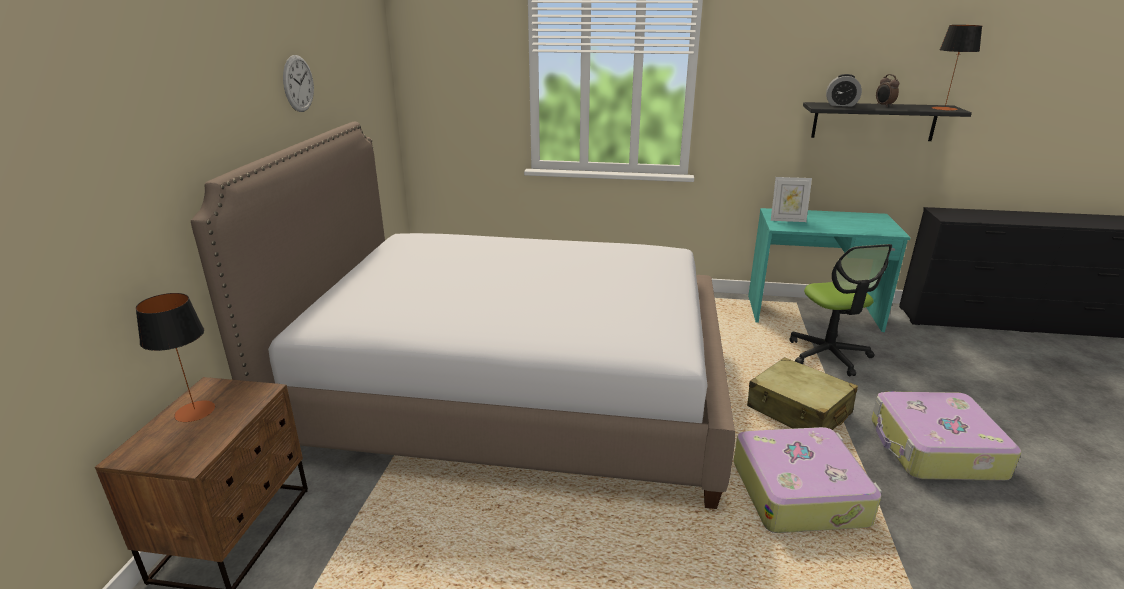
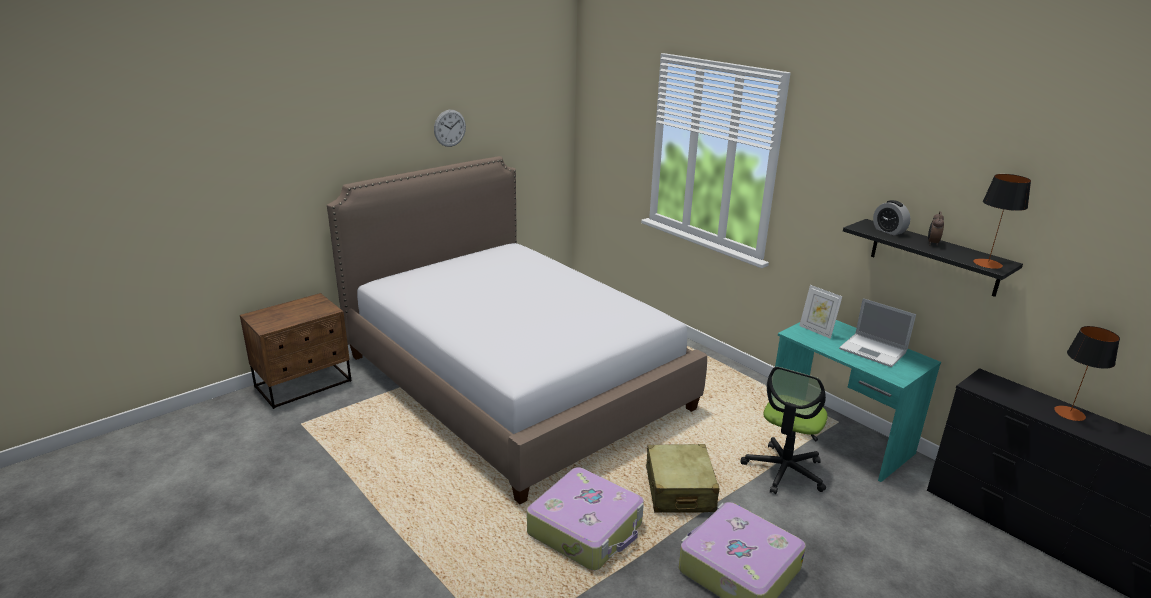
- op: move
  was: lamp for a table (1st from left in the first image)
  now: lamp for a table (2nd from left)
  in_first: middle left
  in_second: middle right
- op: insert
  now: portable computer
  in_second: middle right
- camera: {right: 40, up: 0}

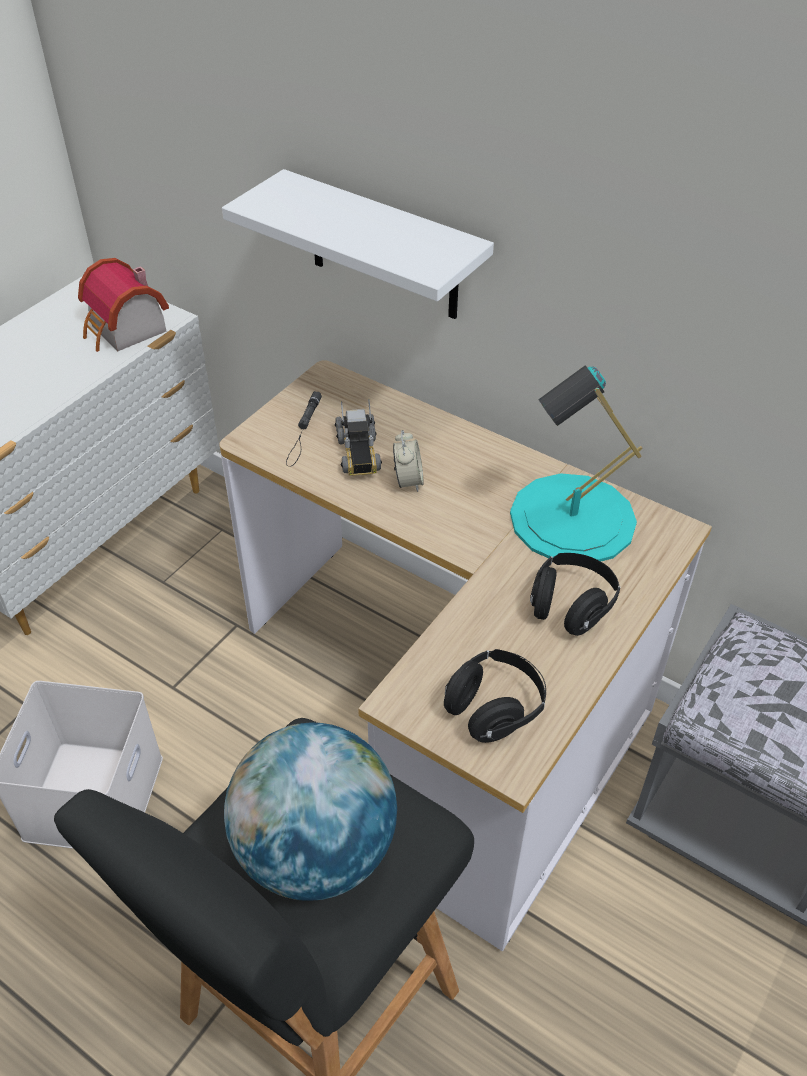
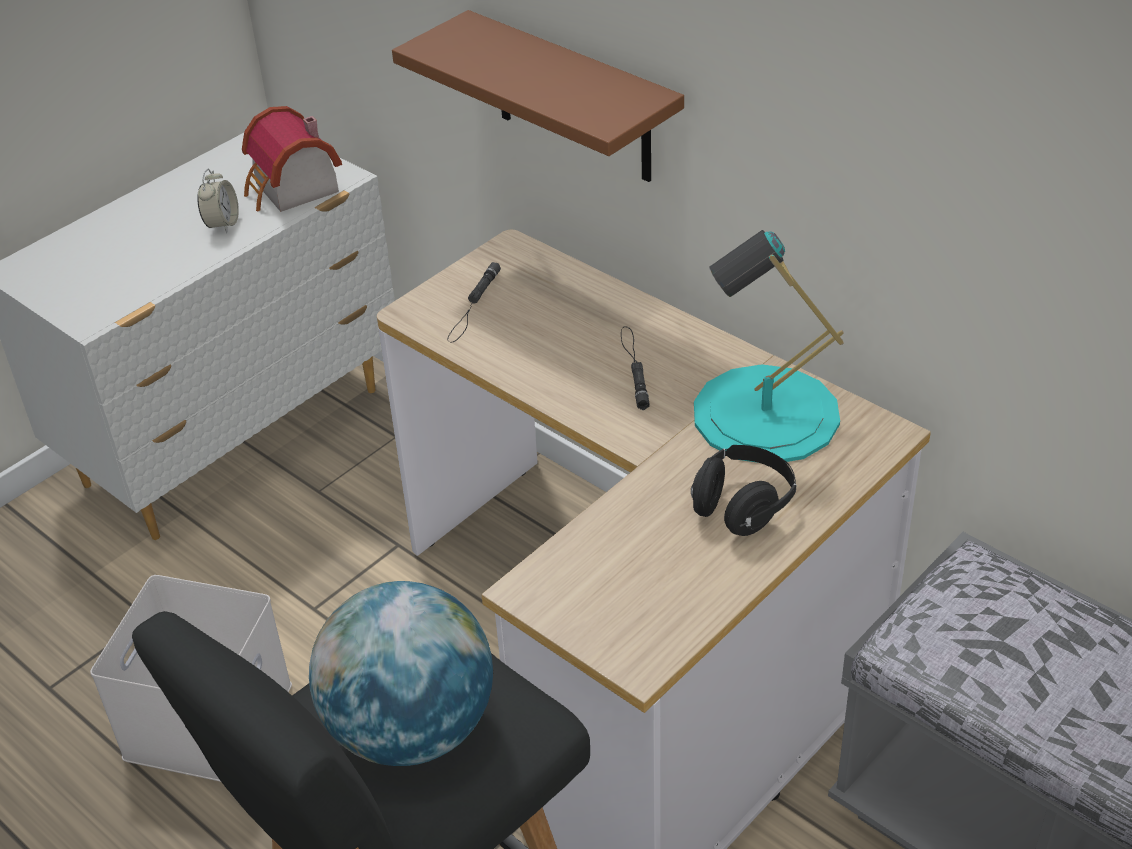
- op: recolor
  was: white bracket shelf
  now: brown bracket shelf
  in_first: top centre
  in_second: top centre
- op: delete
  was: model truck
  in_first: centre
- op: move
  was: bedside clock
  in_first: centre
  in_second: top left
- op: delete
  was: blackish headphones (1st from left)
  in_first: centre
- op: insert
  now: blackish hand torch (2nd from left)
  in_second: centre
- camera: {right: 10, up: -5}

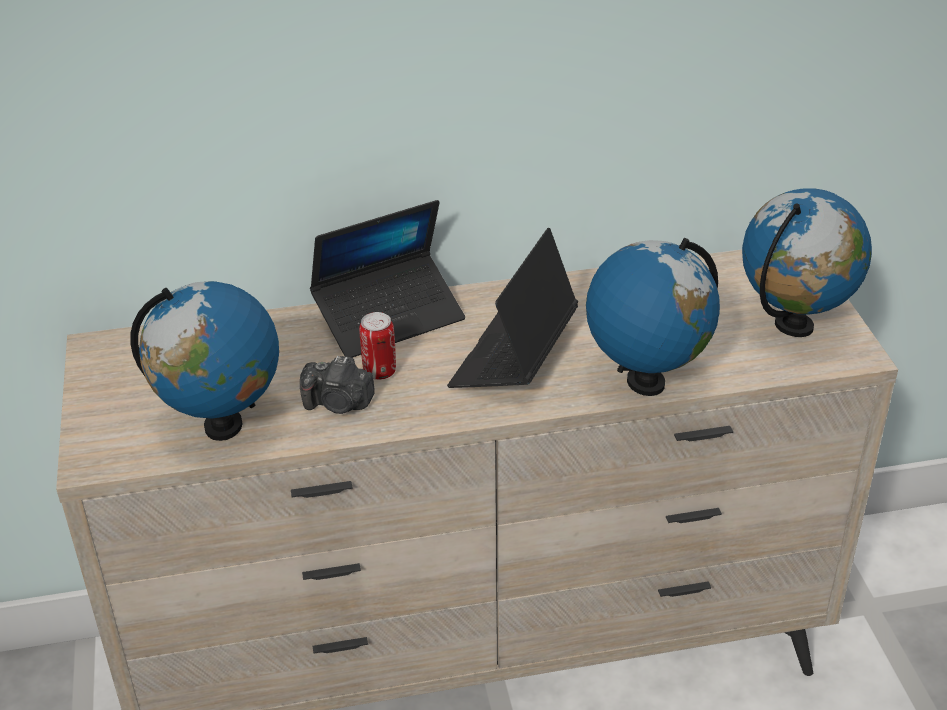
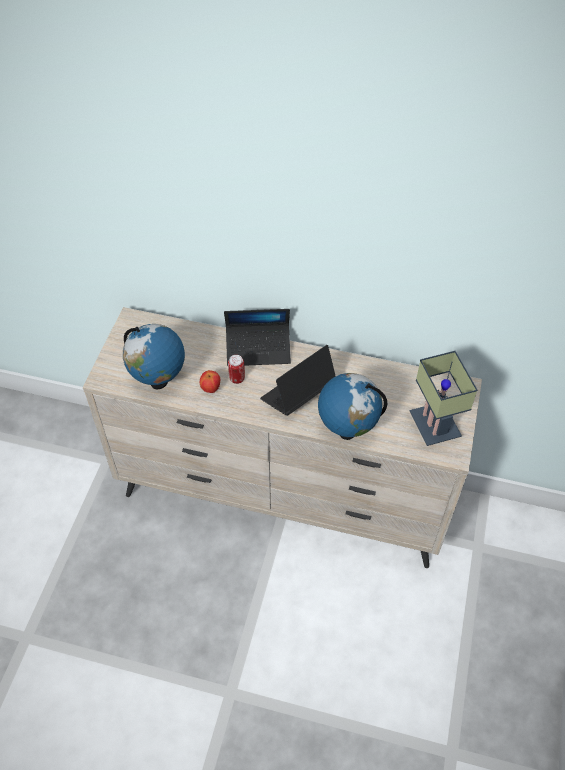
- op: replace
  was: photo camera
  now: apple
  in_first: centre
  in_second: centre
- op: replace
  was: world globe (3rd from left)
  now: lamp for a table
  in_first: middle right
  in_second: middle right
- camera: {right: 25, up: 15}

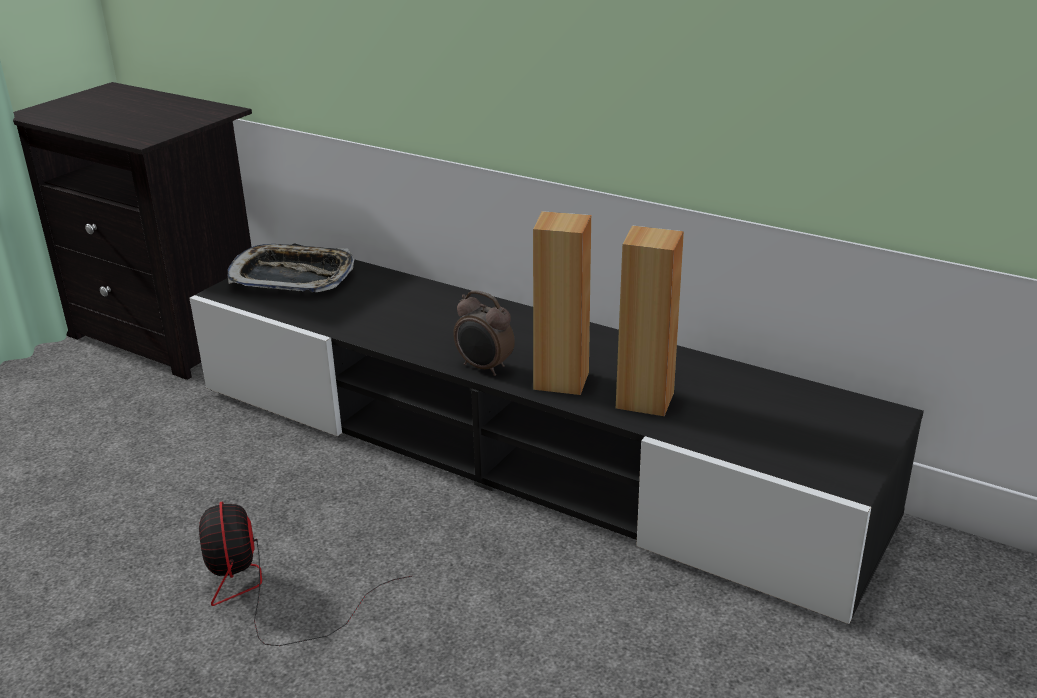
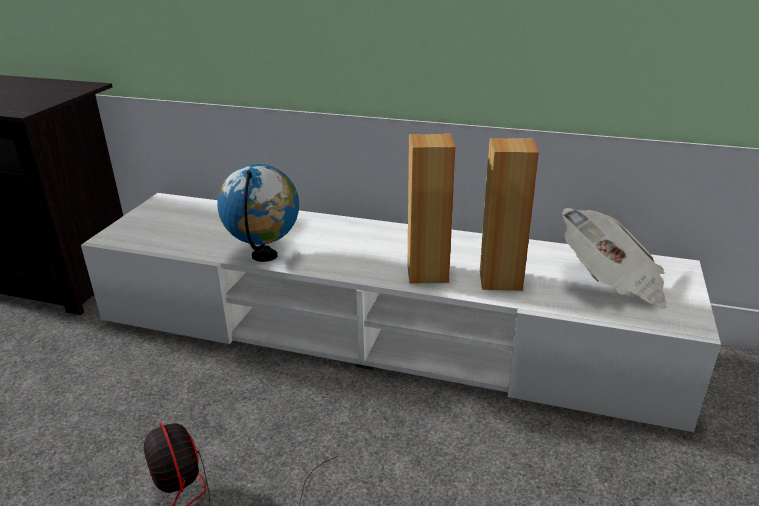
- op: recolor
  was: blackish tv unit
  now: white tv unit
  in_first: centre
  in_second: centre
- op: delete
  was: carrying tray
  in_first: middle left
- op: delete
  was: bedside clock
  in_first: centre
- op: insert
  now: world globe
  in_second: centre
- op: insert
  now: printed paper
  in_second: middle right
- camera: {right: -15, up: 0}

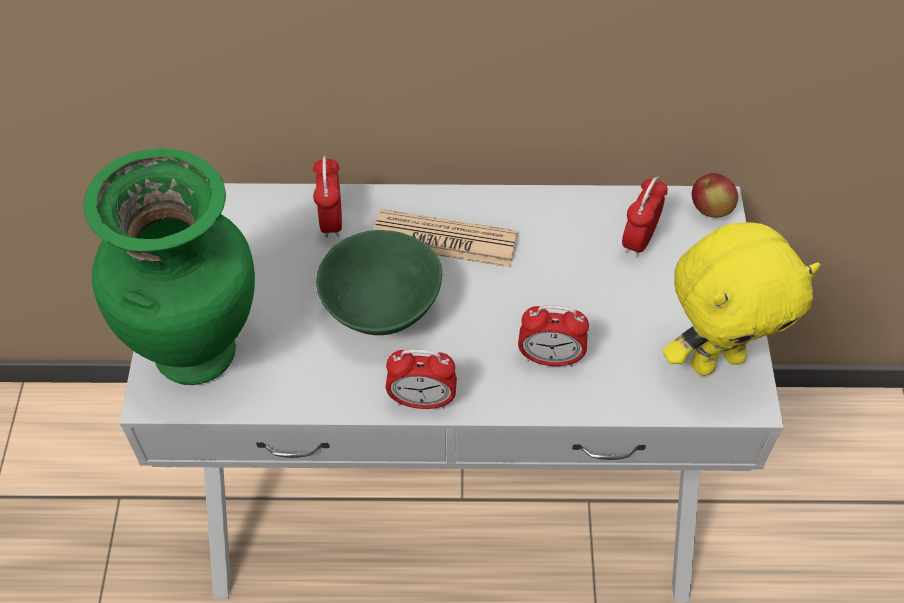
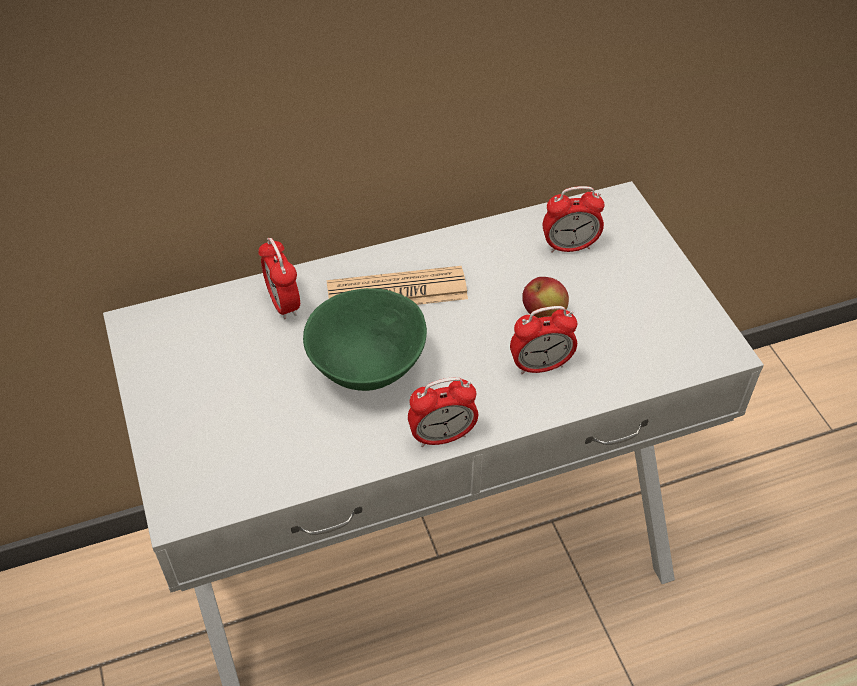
- op: delete
  was: green vase
  in_first: middle left
- op: rotate
  was: bedside clock (4th from left)
  in_first: middle right
  in_second: top right
  clockwise: -105
- op: delete
  was: yellowish plush toy
  in_first: middle right
- op: move
  was: apple
  in_first: top right
  in_second: centre
- camera: {right: -20, up: -5}

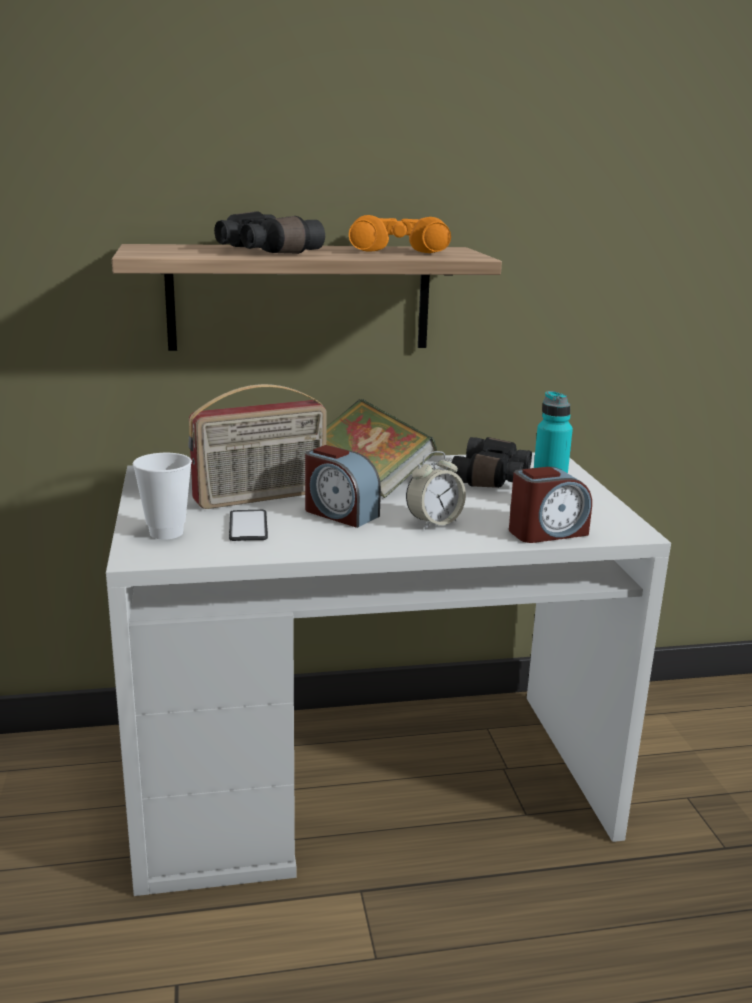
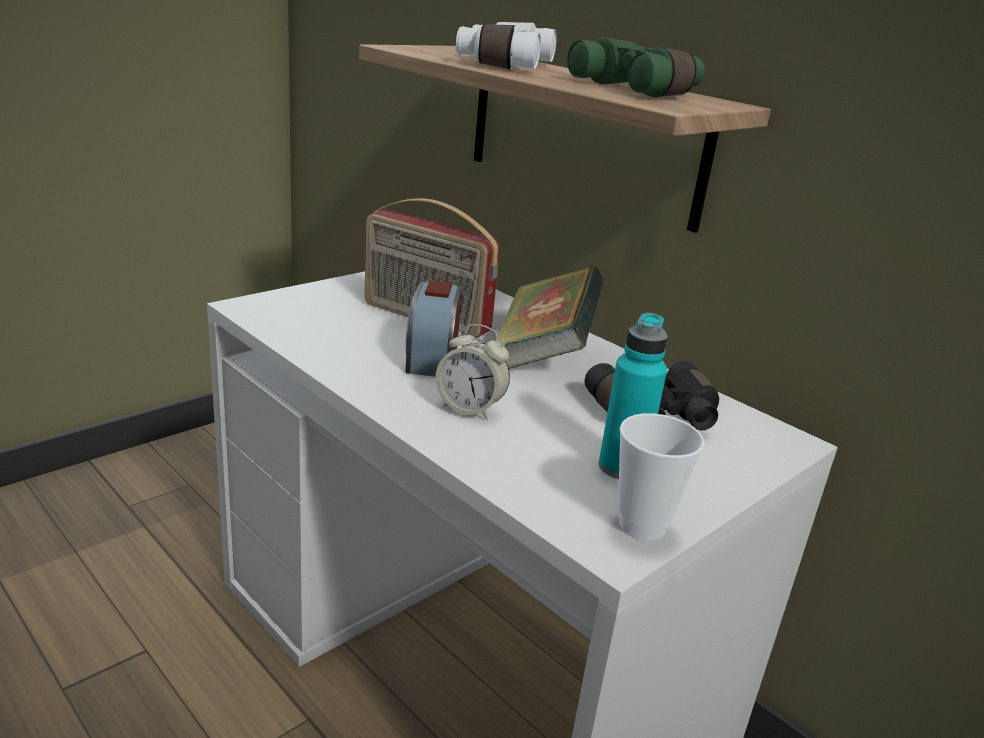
- op: move
  was: small cup
  in_first: middle left
  in_second: middle right
- op: recolor
  was: blackish field glasses (1st from left)
  now: white field glasses
  in_first: top centre
  in_second: top centre
- op: delete
  was: handset
  in_first: middle left
- op: recolor
  was: orangey field glasses
  now: green field glasses
  in_first: top centre
  in_second: top centre
- op: delete
  was: bedside clock (3rd from left)
  in_first: middle right
- camera: {right: 55, up: 5}

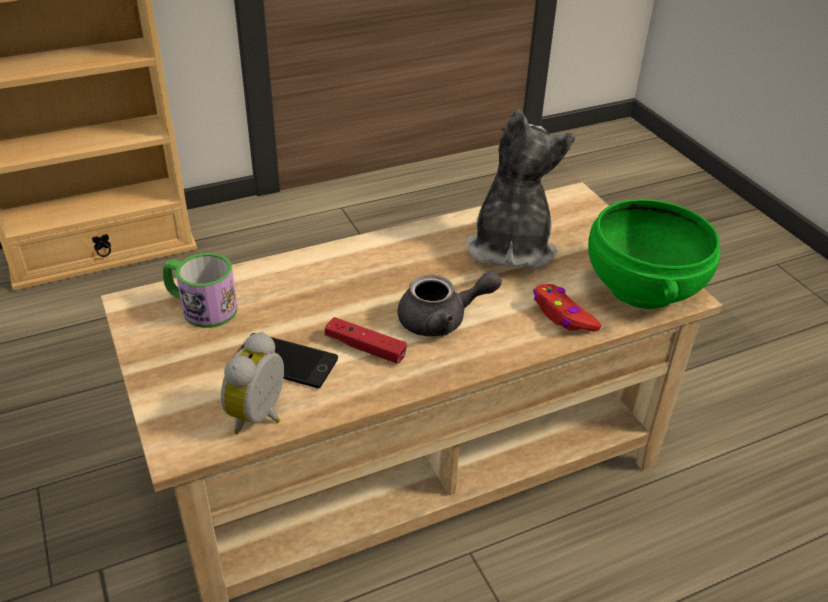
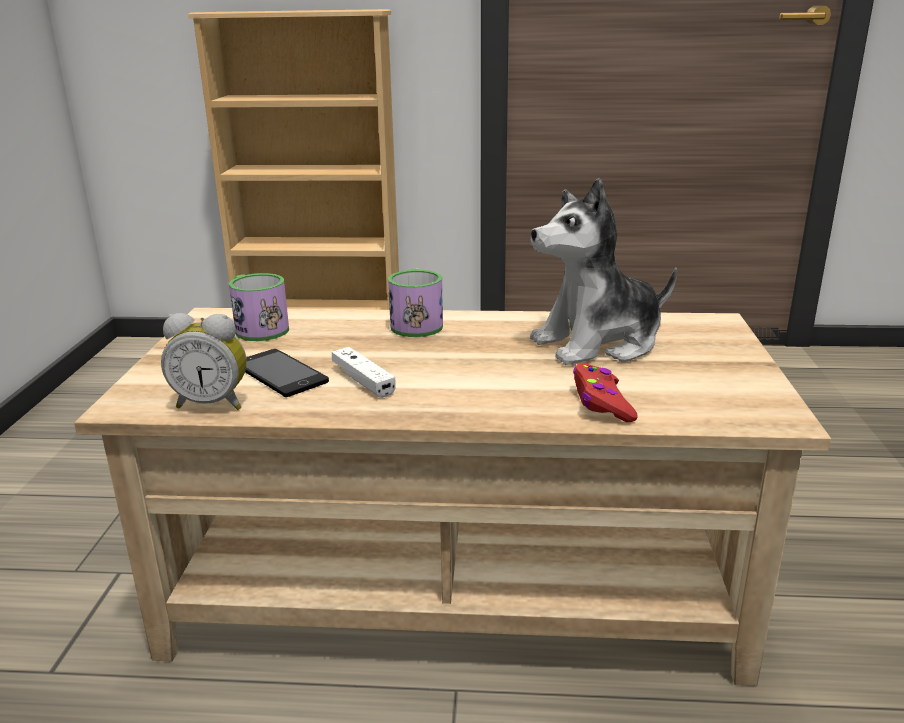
- op: rotate
  was: bedside clock
  in_first: middle left
  in_second: middle left
  clockwise: -135
- op: recolor
  was: reddish joypad (1st from left)
  now: white joypad
  in_first: centre
  in_second: centre
- op: delete
  was: greyish pot for tea
  in_first: centre
- op: rotate
  was: plush toy
  in_first: top centre
  in_second: middle right
  clockwise: -150
- op: delete
  was: green bowl
  in_first: middle right
- op: insert
  now: mug (2nd from left)
  in_second: centre
- camera: {right: 30, up: -15}

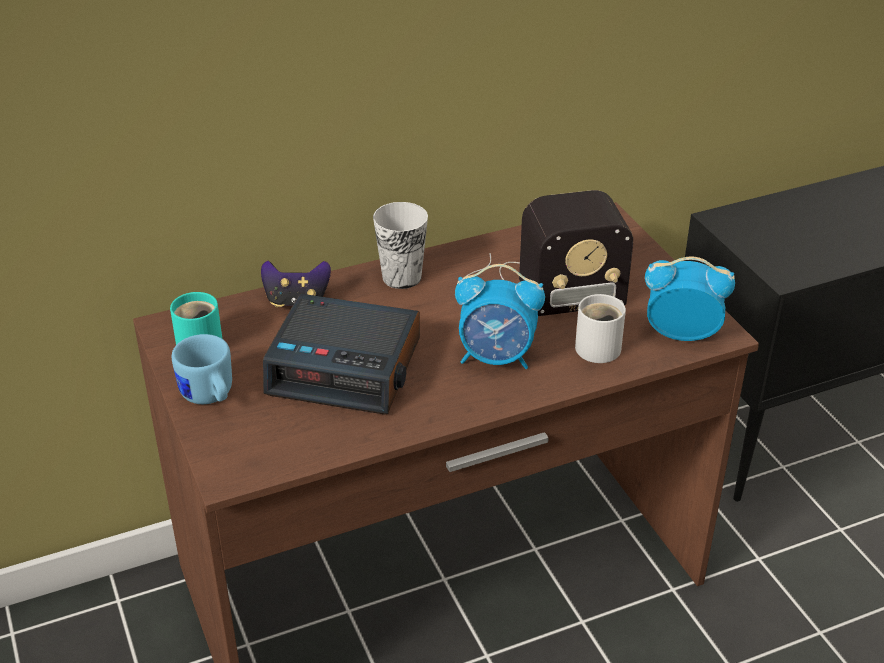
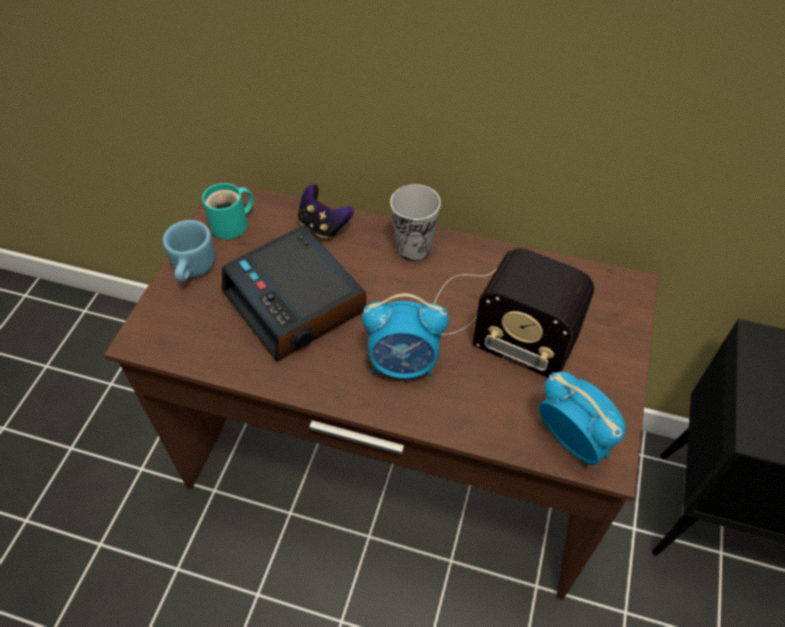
- op: rotate
  was: bedside clock (2nd from left)
  in_first: centre
  in_second: centre
  clockwise: -45
- op: delete
  was: white mug
  in_first: middle right
- camera: {right: 40, up: 15}

